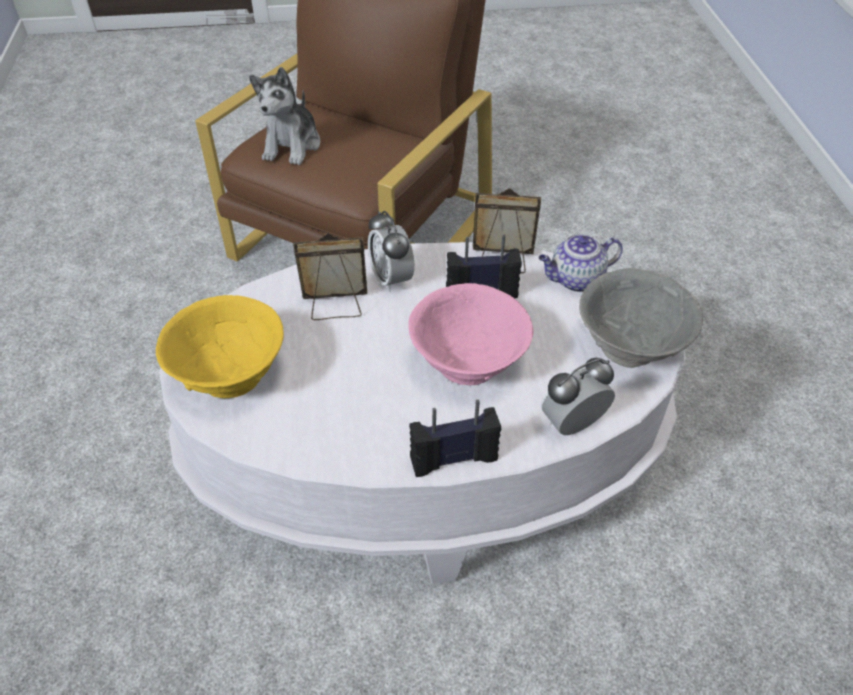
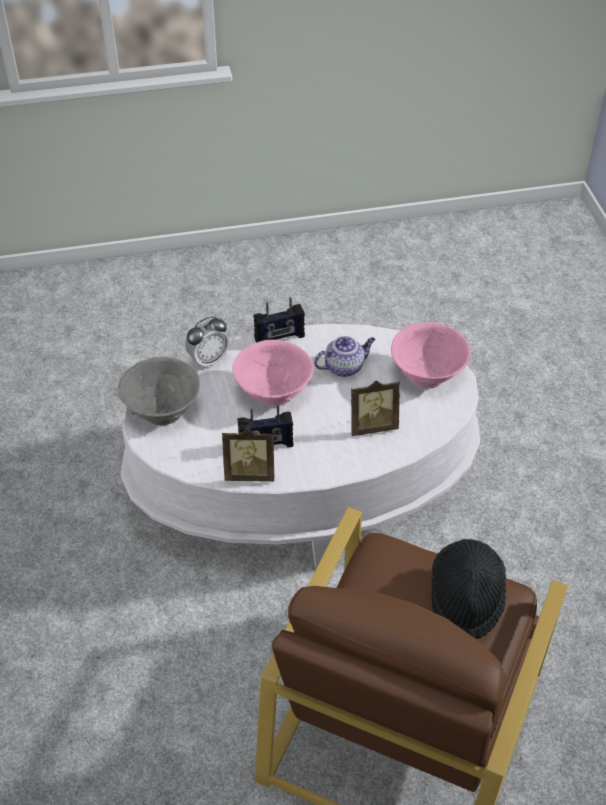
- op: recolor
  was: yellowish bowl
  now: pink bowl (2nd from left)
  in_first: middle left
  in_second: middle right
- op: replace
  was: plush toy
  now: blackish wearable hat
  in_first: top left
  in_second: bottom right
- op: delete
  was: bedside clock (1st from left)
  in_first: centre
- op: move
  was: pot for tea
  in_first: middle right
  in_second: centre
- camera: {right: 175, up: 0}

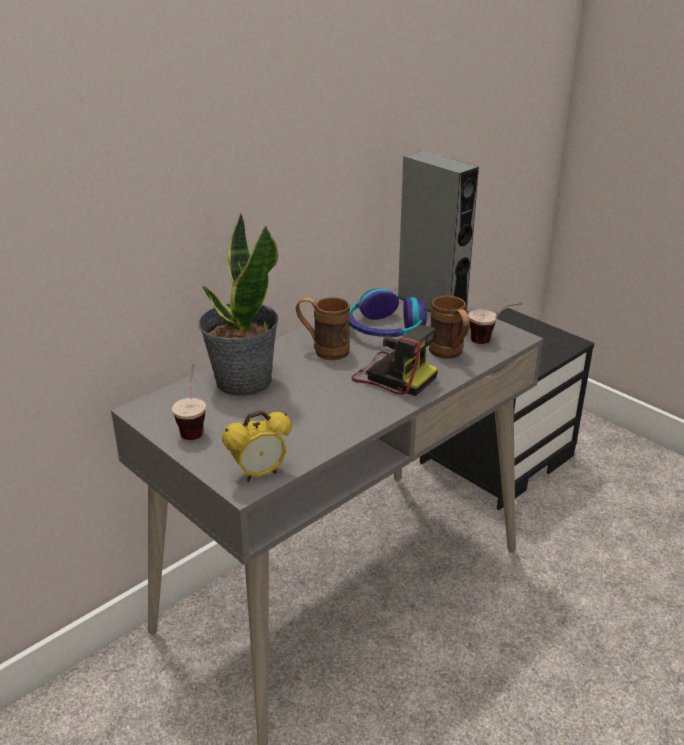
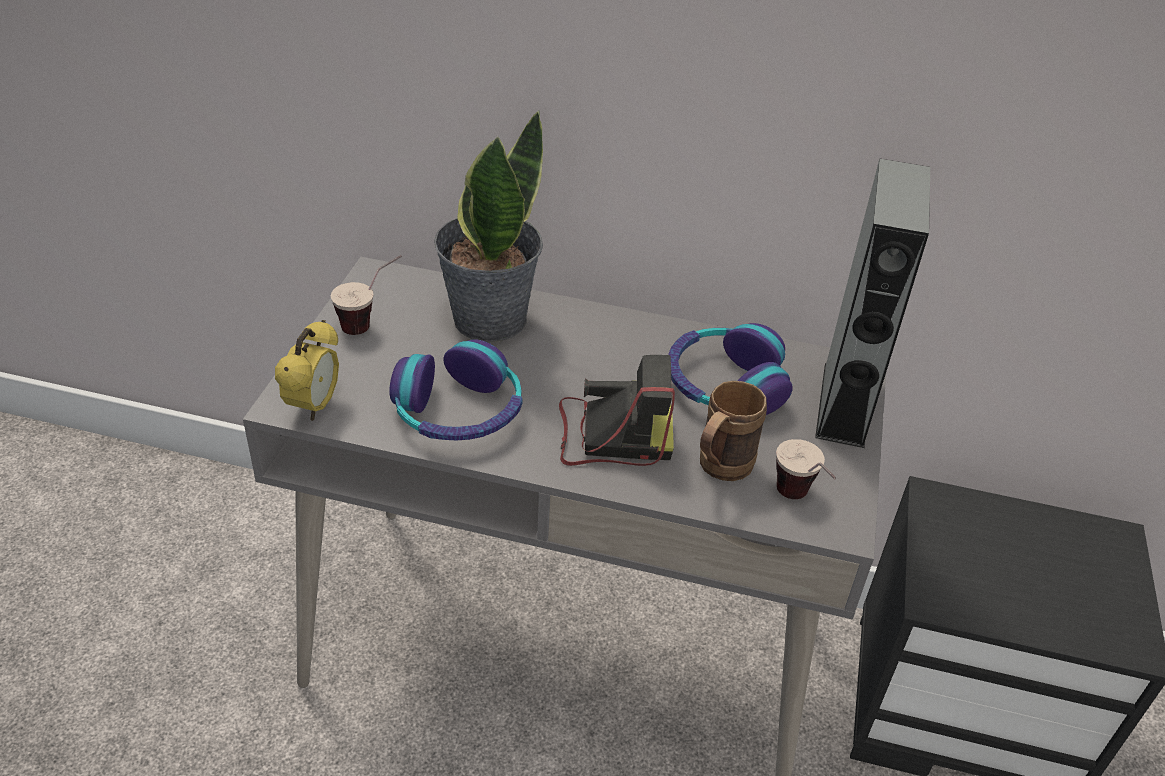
- op: rotate
  was: bedside clock
  in_first: centre
  in_second: middle left
  clockwise: -105
- op: delete
  was: brown mug (1st from left)
  in_first: centre
- op: rotate
  was: photo camera
  in_first: centre
  in_second: centre
  clockwise: -90
- op: insert
  now: headphones (1st from left)
  in_second: centre
- camera: {right: 55, up: 10}

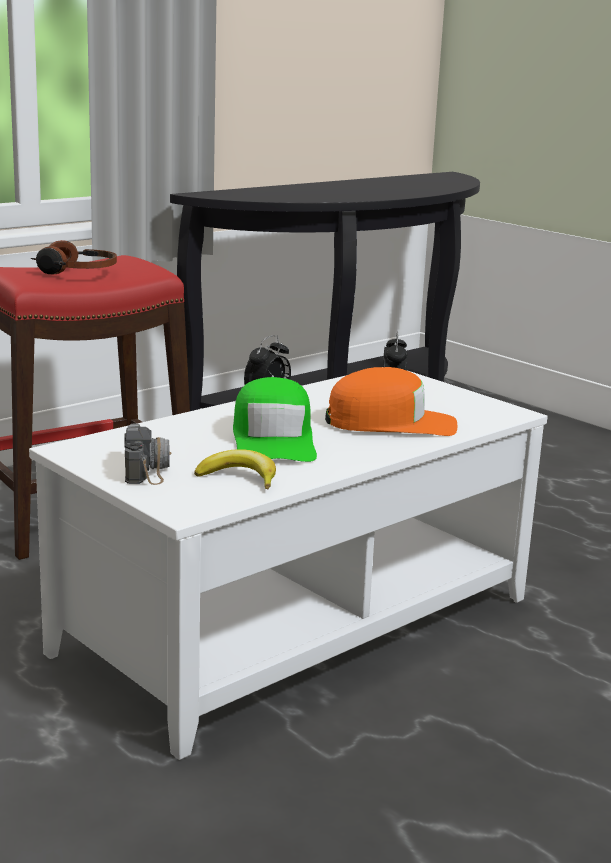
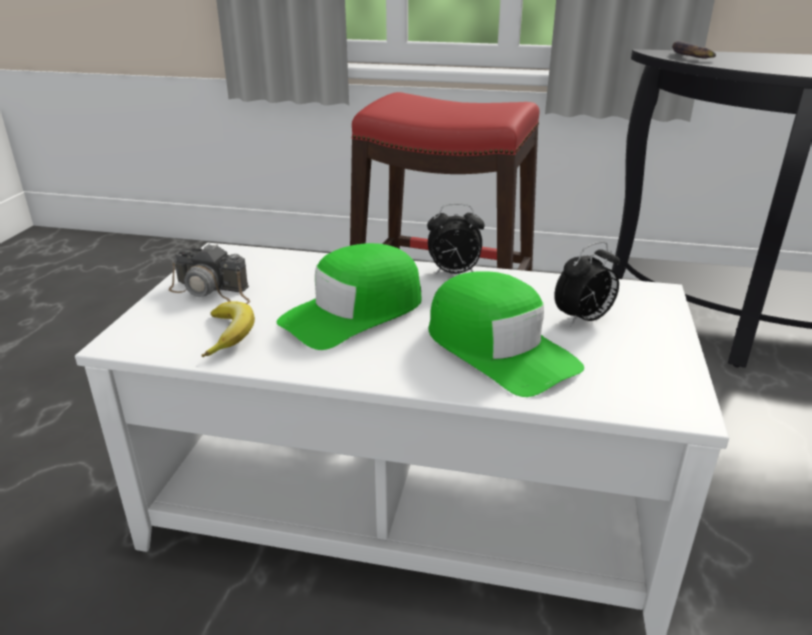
- op: delete
  was: headphones
  in_first: top left
- op: rotate
  was: photo camera
  in_first: middle left
  in_second: middle left
  clockwise: 60
- op: recolor
  was: orangey baseball cap
  now: green baseball cap (2nd from left)
  in_first: centre
  in_second: centre
- op: insert
  now: whole banana (2nd from left)
  in_second: top right
- camera: {right: 55, up: 10}

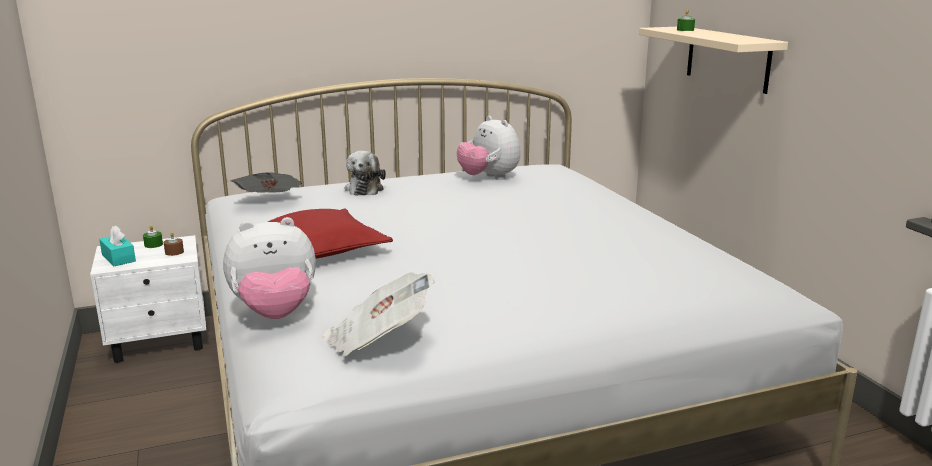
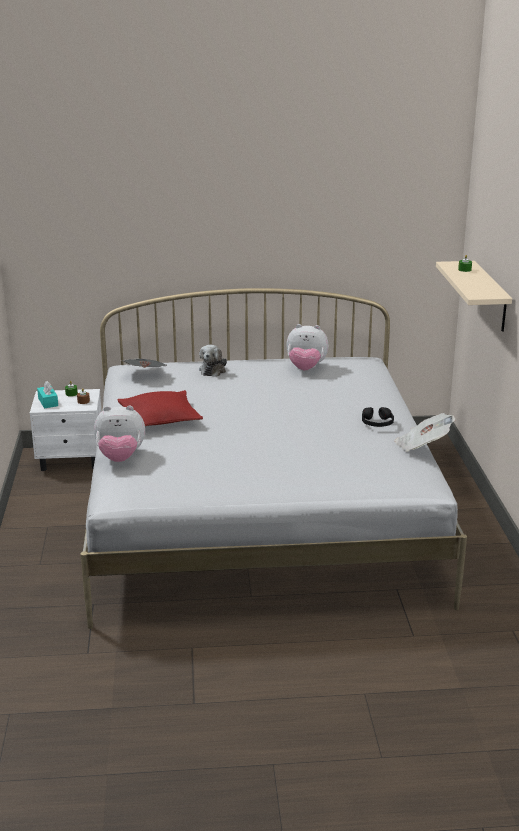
- op: move
  was: printed paper (2nd from left)
  in_first: bottom centre
  in_second: middle right
- op: rotate
  was: plush toy (3rd from left)
  in_first: top centre
  in_second: centre
  clockwise: -60
- op: insert
  now: blackish headphones
  in_second: middle right
- camera: {right: 15, up: 5}

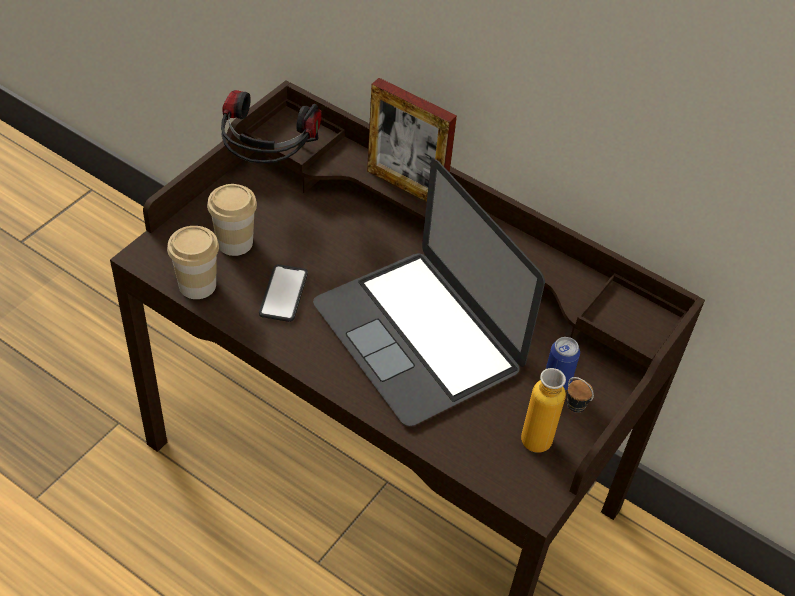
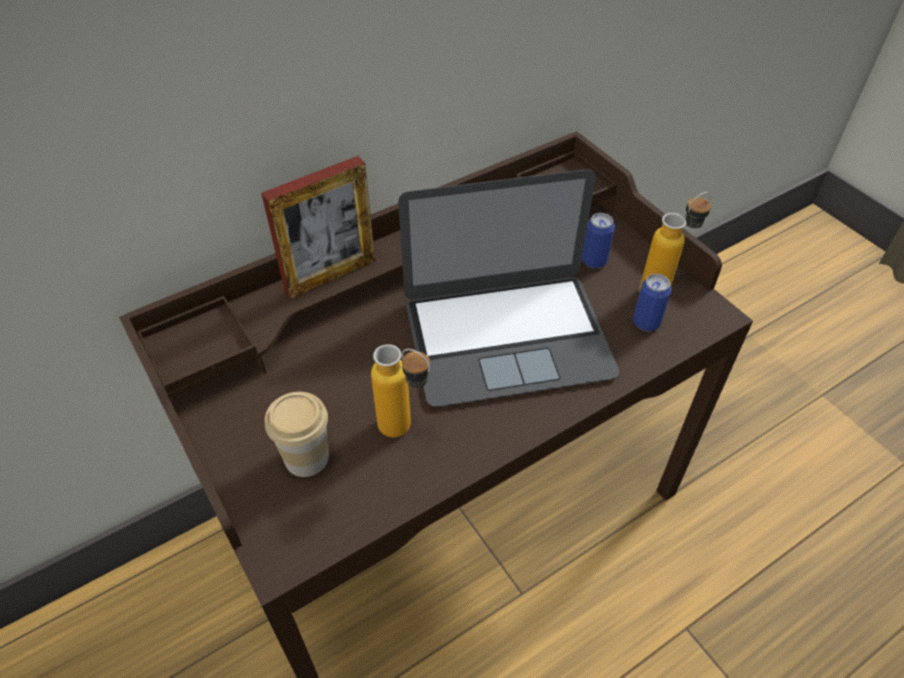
- op: delete
  was: small cup (1st from left)
  in_first: middle left
- op: delete
  was: headphones
  in_first: top centre
- op: replace
  was: handset
  now: drink bottle (1st from left)
  in_first: centre
  in_second: centre
- op: insert
  now: can (2nd from left)
  in_second: middle right
- camera: {right: -65, up: 0}

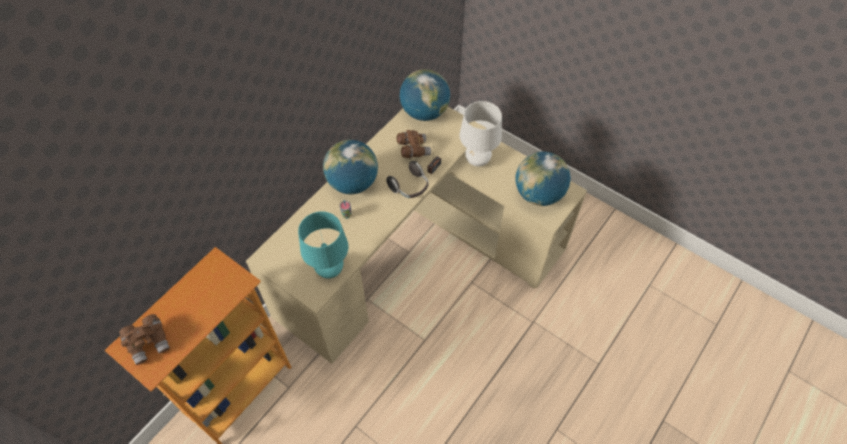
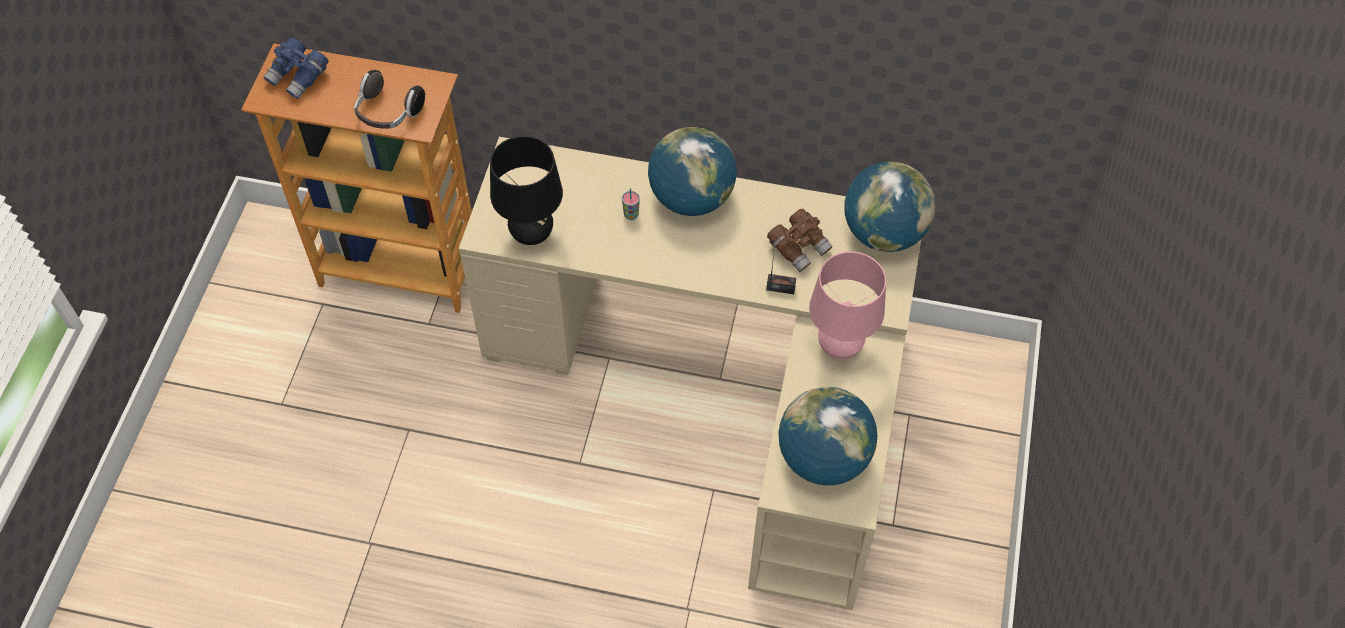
- op: recolor
  was: brown field glasses (1st from left)
  now: blue-coloured field glasses
  in_first: bottom left
  in_second: top left
- op: recolor
  was: blue-green lamp for a table
  now: blackish lamp for a table
  in_first: centre
  in_second: top centre
- op: move
  was: headphones
  in_first: centre
  in_second: top left
- op: recolor
  was: white lamp for a table
  now: pink lamp for a table
  in_first: top centre
  in_second: centre
- camera: {right: 65, up: 0}

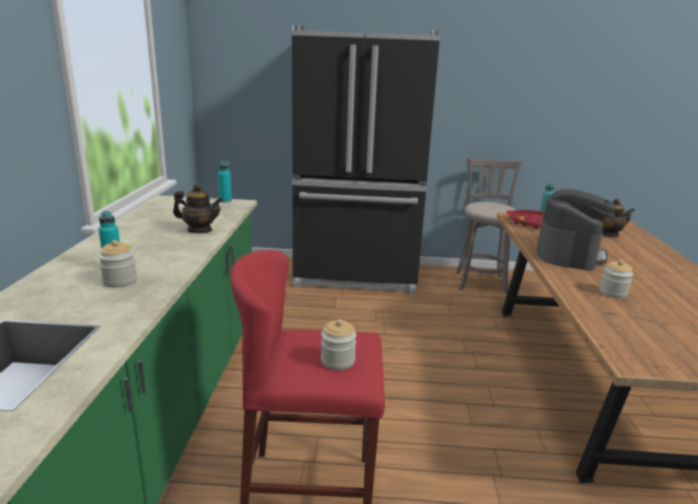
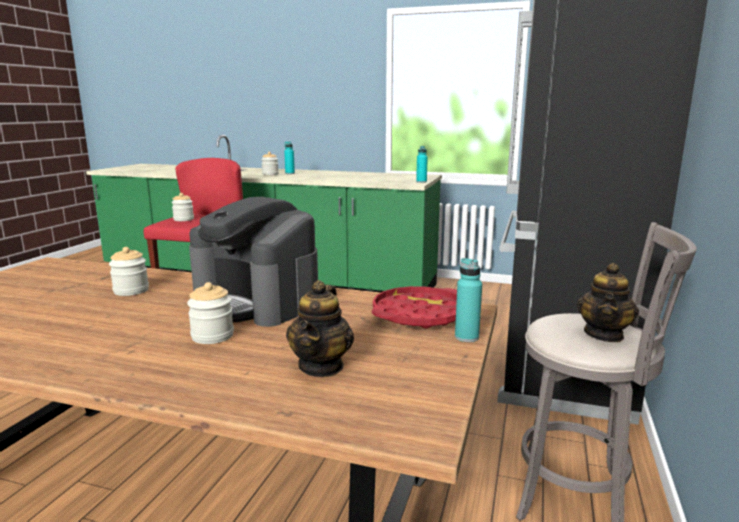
- op: move
  was: pot for tea (1st from left in the first image)
  now: pot for tea (2nd from left)
  in_first: middle left
  in_second: middle right
- op: insert
  now: storage jar (3rd from left)
  in_second: middle left
- camera: {right: 105, up: -5}

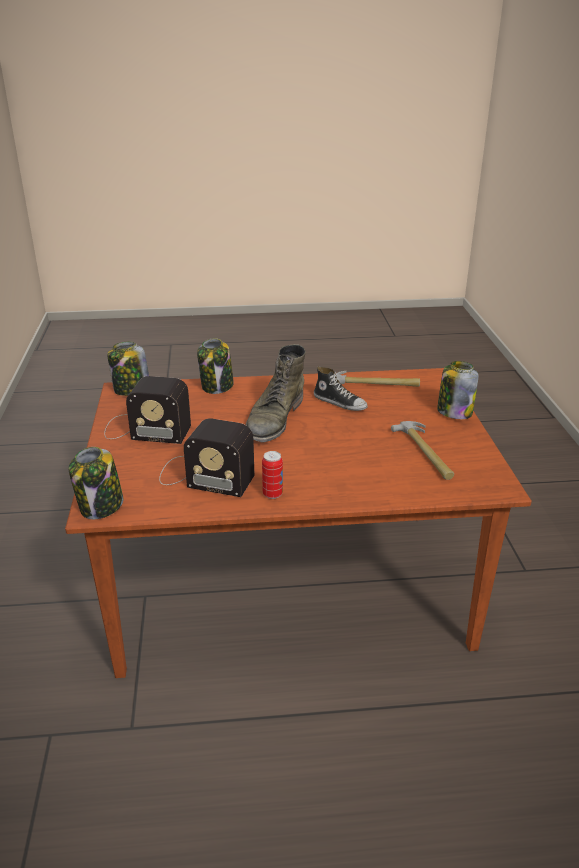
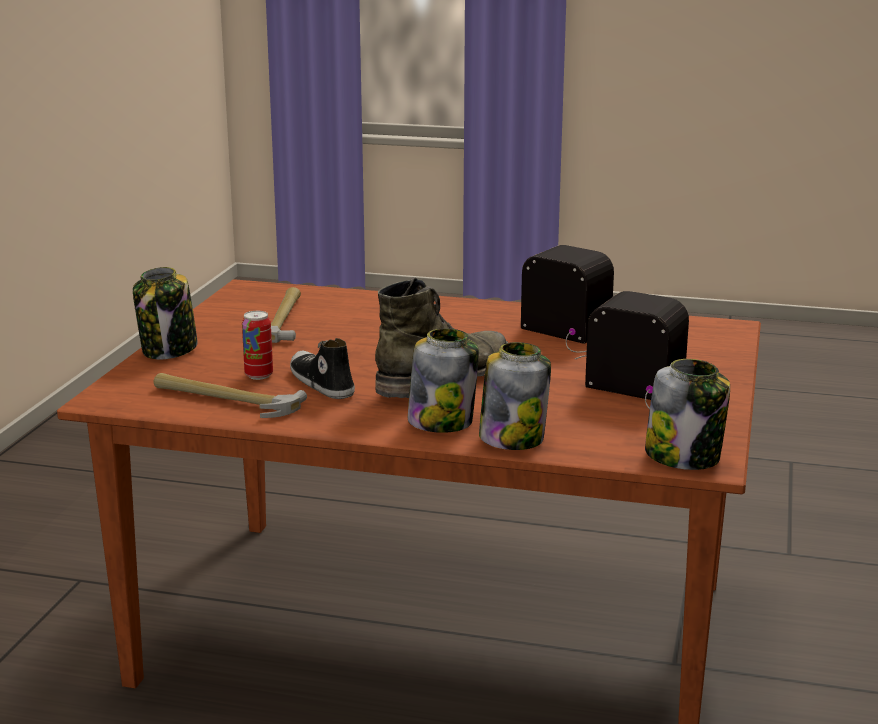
- op: move
  was: storage jar (1st from left in the first image)
  now: storage jar (2nd from left)
  in_first: middle left
  in_second: centre
- op: move
  was: can
  in_first: centre
  in_second: middle left
- camera: {right: -160, up: -10}

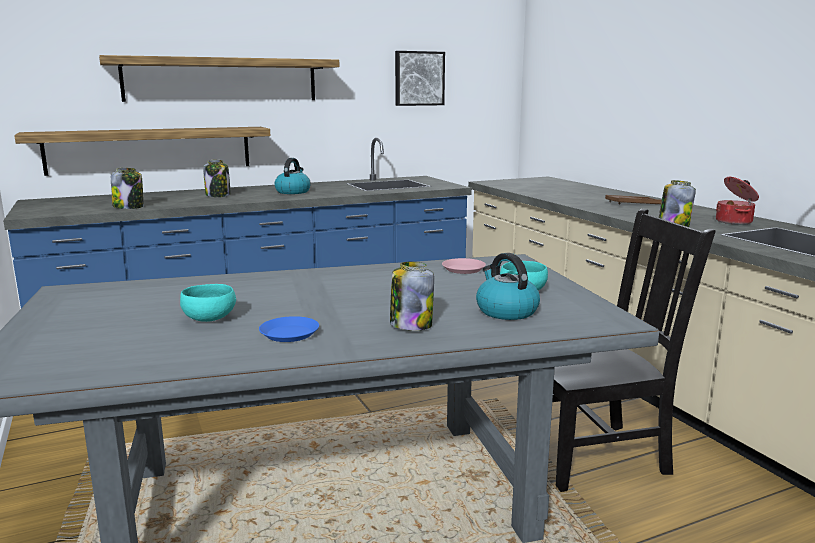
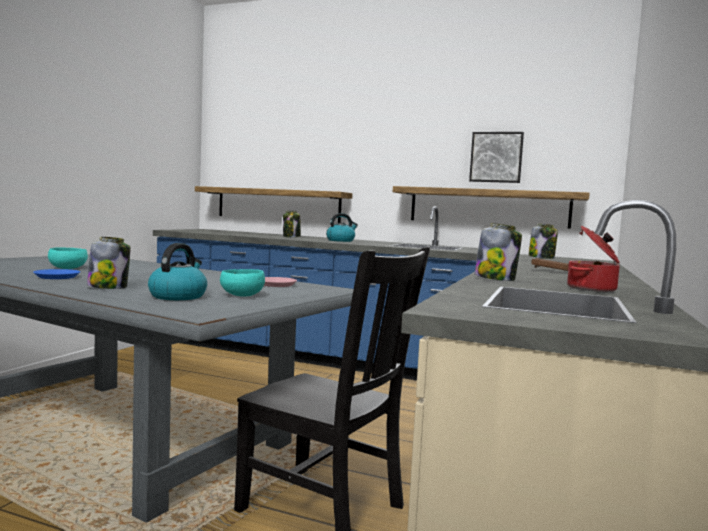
- op: move
  was: bracket shelf (2nd from left)
  in_first: top left
  in_second: middle right
- op: move
  was: storage jar (1st from left in the first image)
  now: storage jar (4th from left)
  in_first: middle left
  in_second: middle right
- camera: {right: 45, up: -10}

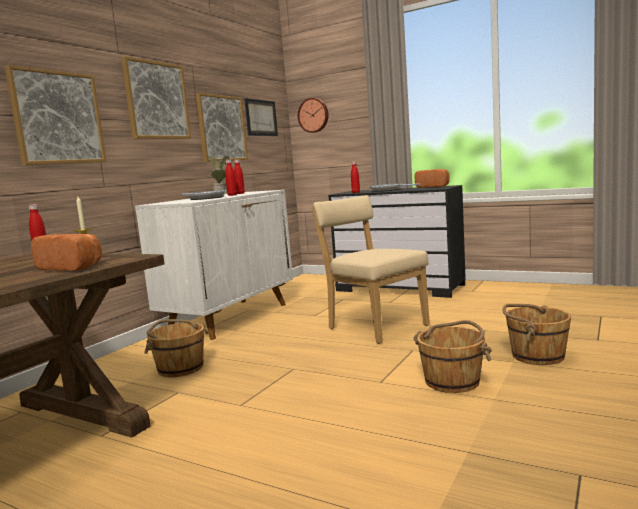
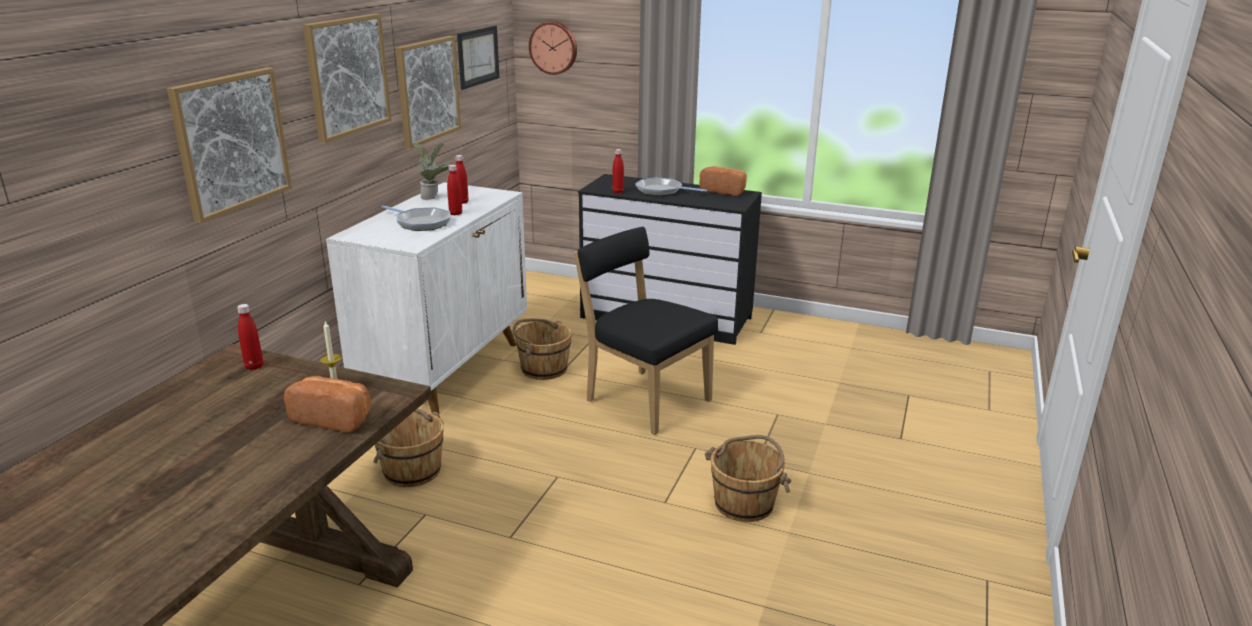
- op: recolor
  was: beige chair
  now: blackish chair
  in_first: centre
  in_second: centre
- op: move
  was: brown bucket (3rd from left in the first image)
  now: brown bucket (2nd from left)
  in_first: middle right
  in_second: centre
- camera: {right: -10, up: 15}

